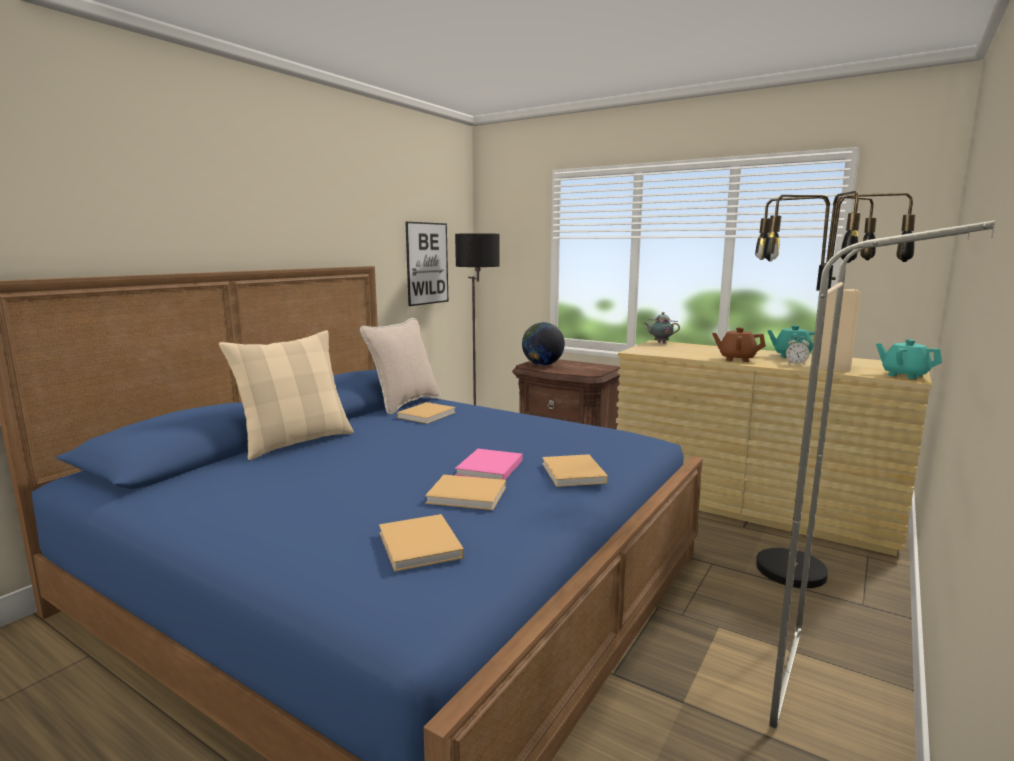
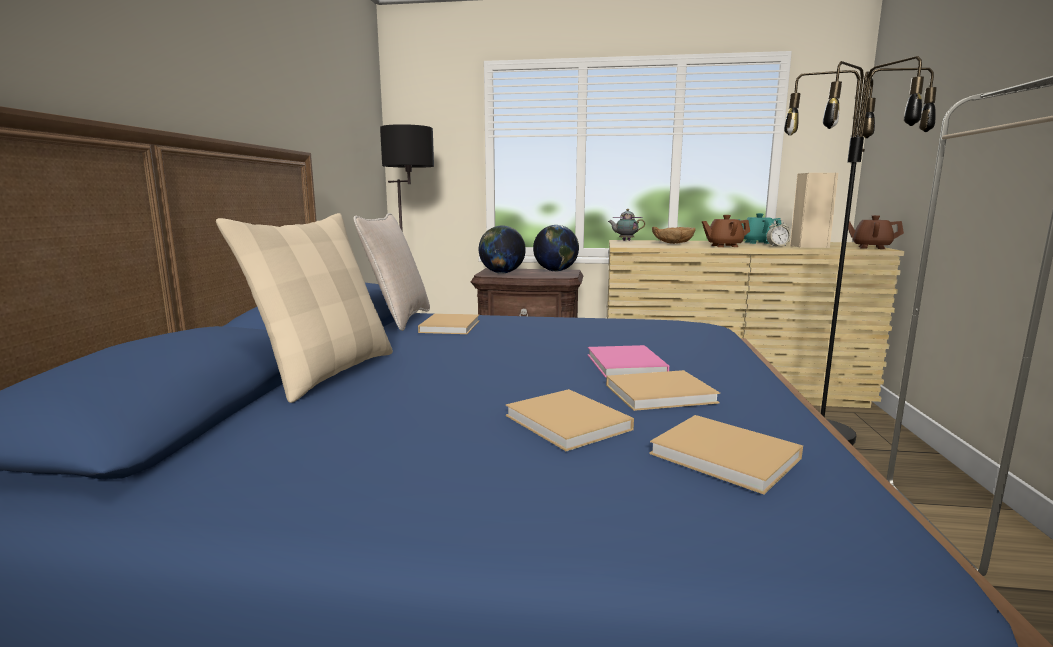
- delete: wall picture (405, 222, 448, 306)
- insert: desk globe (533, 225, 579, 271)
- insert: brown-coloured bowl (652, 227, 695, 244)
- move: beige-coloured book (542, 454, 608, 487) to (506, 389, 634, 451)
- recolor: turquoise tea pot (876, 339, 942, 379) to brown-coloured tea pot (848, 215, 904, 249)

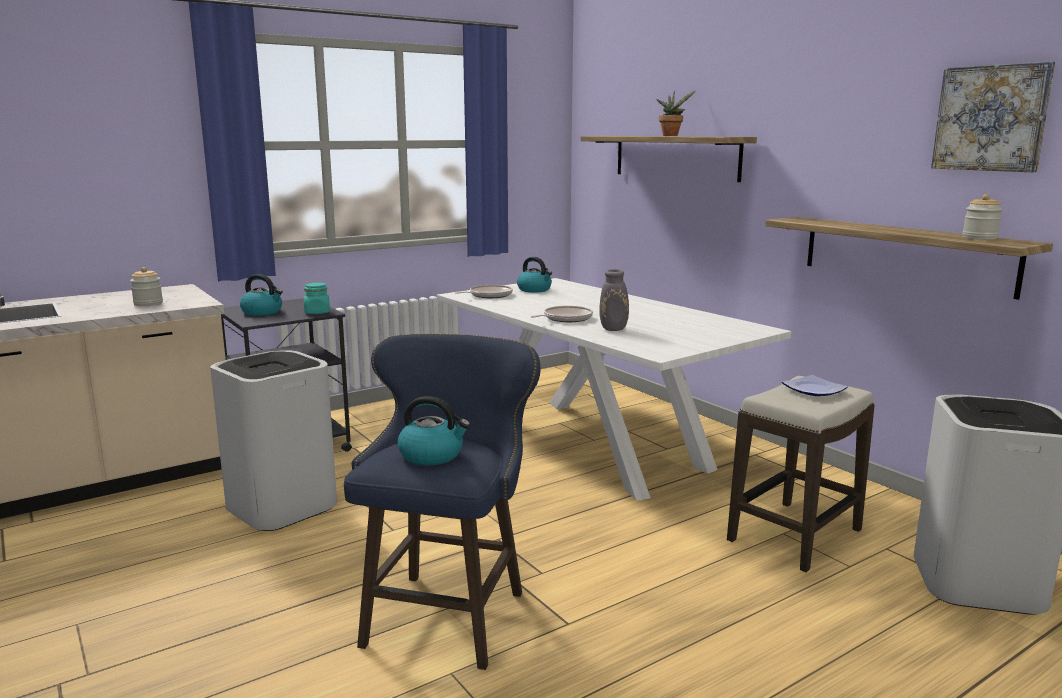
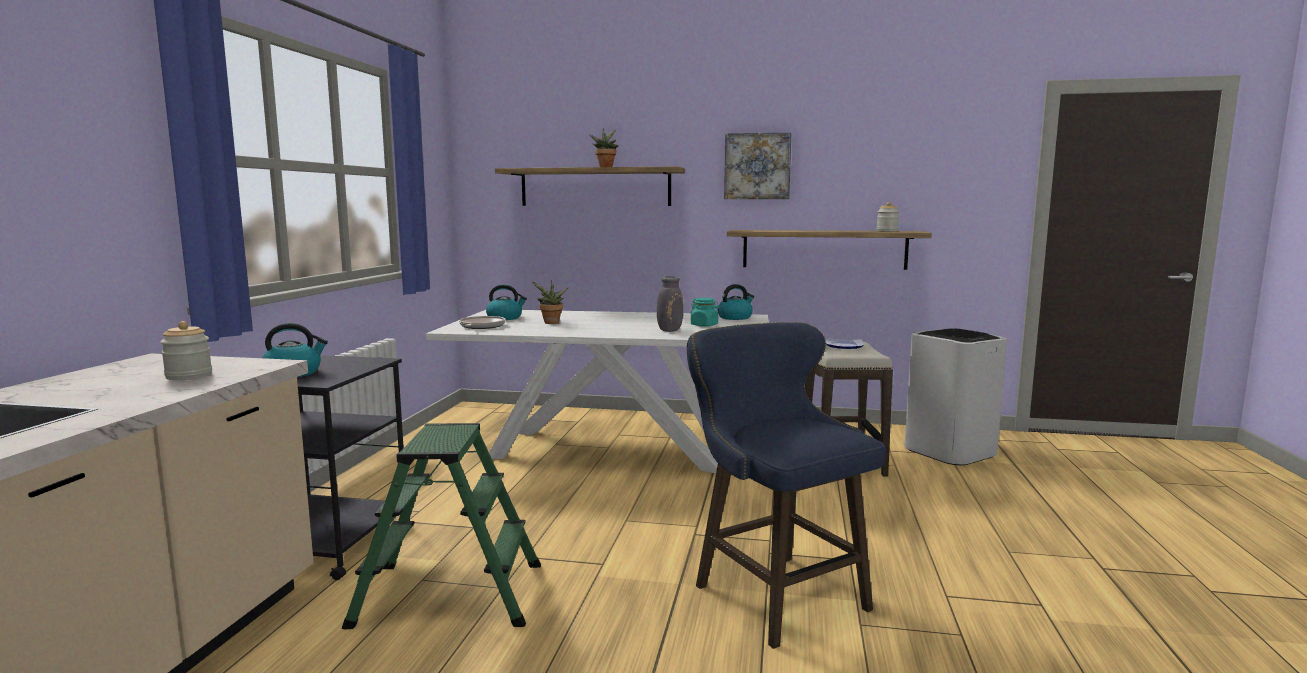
- delete: pan (531, 306, 593, 322)
- insert: houseplant (532, 280, 569, 324)
- move: turquoise storage jar (304, 283, 330, 314) to (690, 298, 719, 327)
- move: kettle (398, 396, 470, 466) to (717, 284, 754, 320)
- move: wall picture (931, 61, 1055, 172) to (724, 132, 792, 199)
- replace: white waste bin (210, 350, 337, 531) to green step ladder (342, 423, 541, 629)

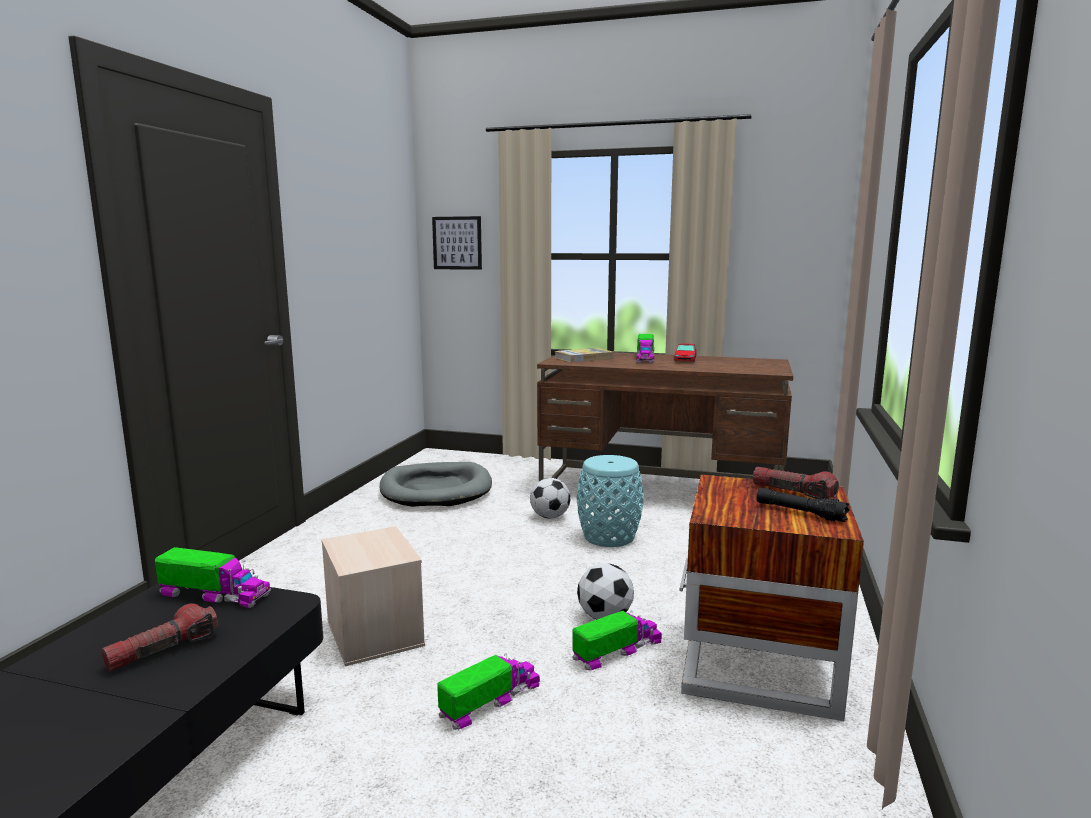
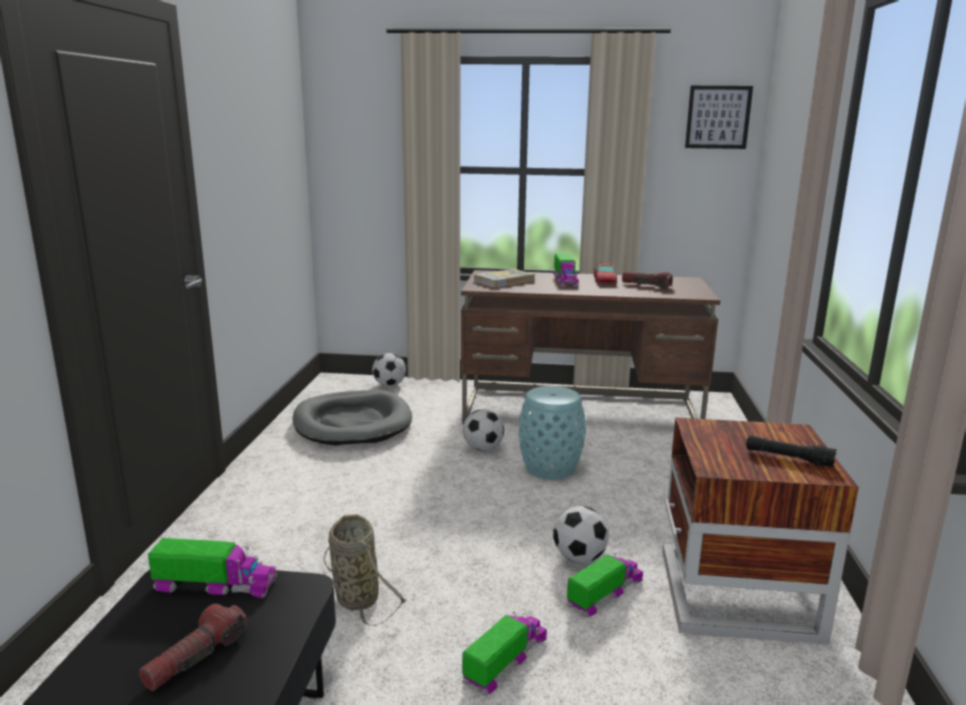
- insert: ball for football (372, 353, 406, 386)
- move: wall picture (432, 216, 482, 270) to (685, 86, 753, 149)
- move: flashlight (753, 467, 839, 499) to (622, 271, 673, 288)
- replace: beige-coloured storage box (321, 526, 425, 666) to household basket (324, 514, 406, 626)

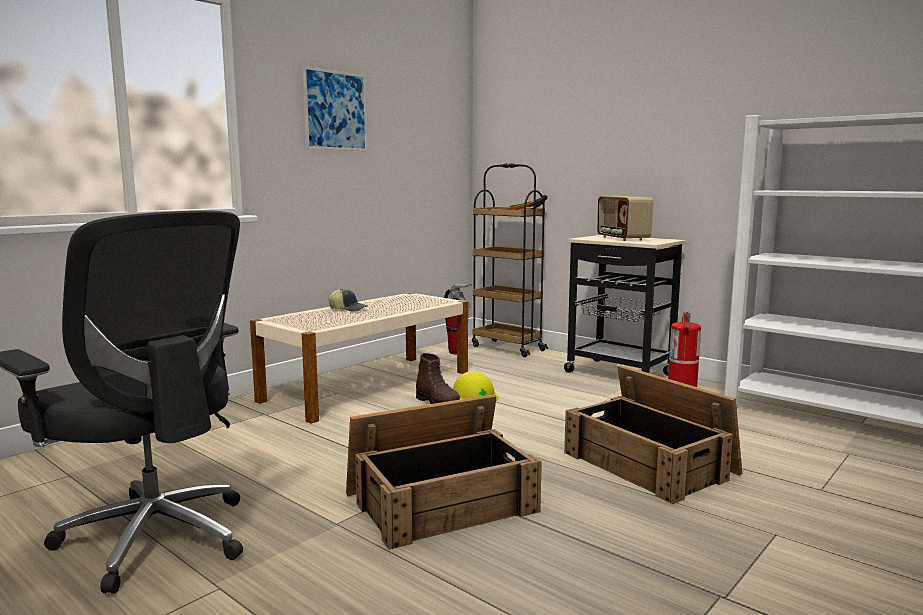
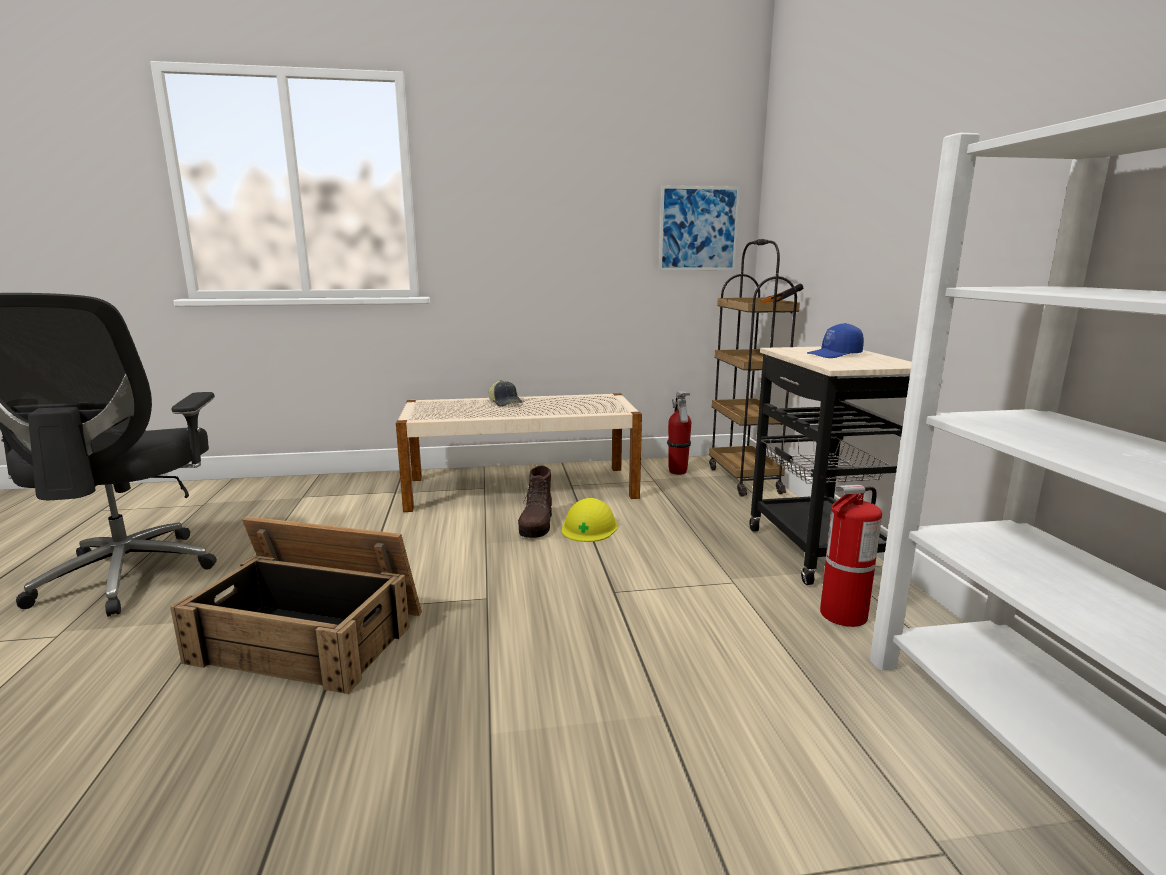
- delete: crate (564, 365, 742, 504)
- move: wall picture (303, 66, 367, 151) to (659, 186, 740, 271)
- replace: radio receiver (597, 196, 654, 241) to blue-coloured baseball cap (807, 323, 864, 358)

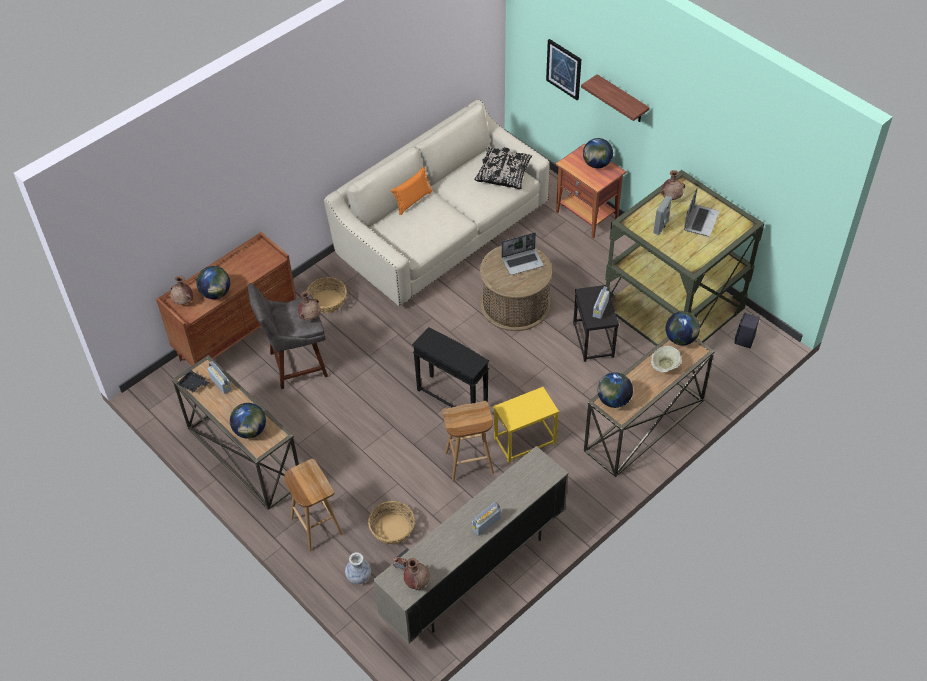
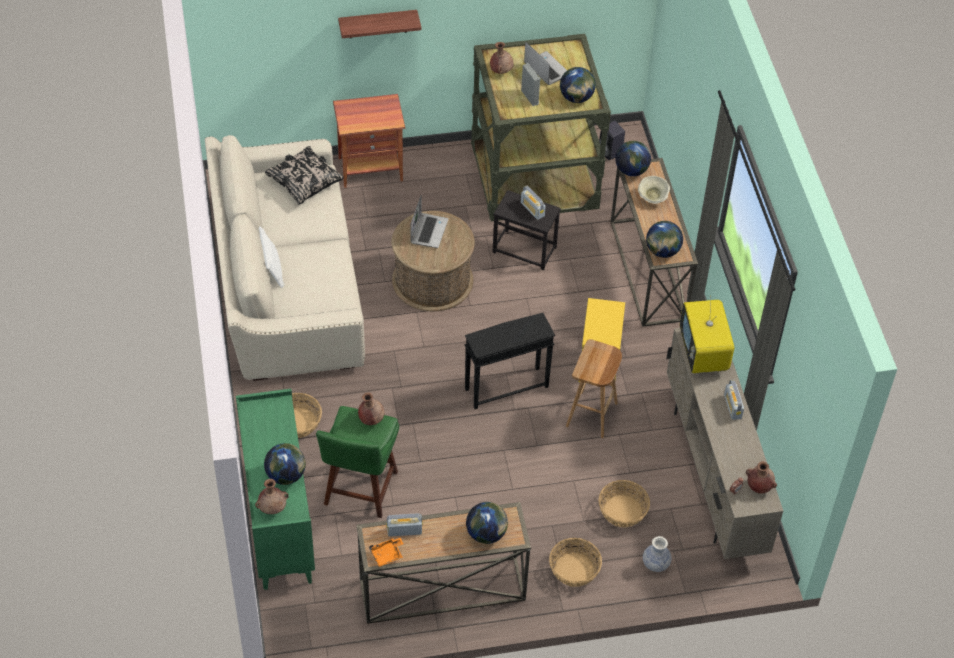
- delete: wall picture (546, 39, 581, 100)
- insert: TV set (680, 296, 734, 373)
- move: desk globe (583, 138, 613, 168) to (560, 67, 596, 103)
- replace: brown-coloured sitting stool (284, 459, 343, 551) to household basket (549, 538, 602, 587)
- recolor: brown-coloured cupboard (156, 232, 297, 366) to green cupboard (236, 389, 315, 590)
- recolor: blackish carrying tray (177, 369, 209, 392) to orange-coloured carrying tray (369, 538, 403, 567)
- recolor: grey sitting stool (248, 283, 328, 389) to green sitting stool (316, 406, 399, 518)
- recolor: orange-coloured pillow (391, 167, 432, 215) to white pillow (259, 226, 284, 288)

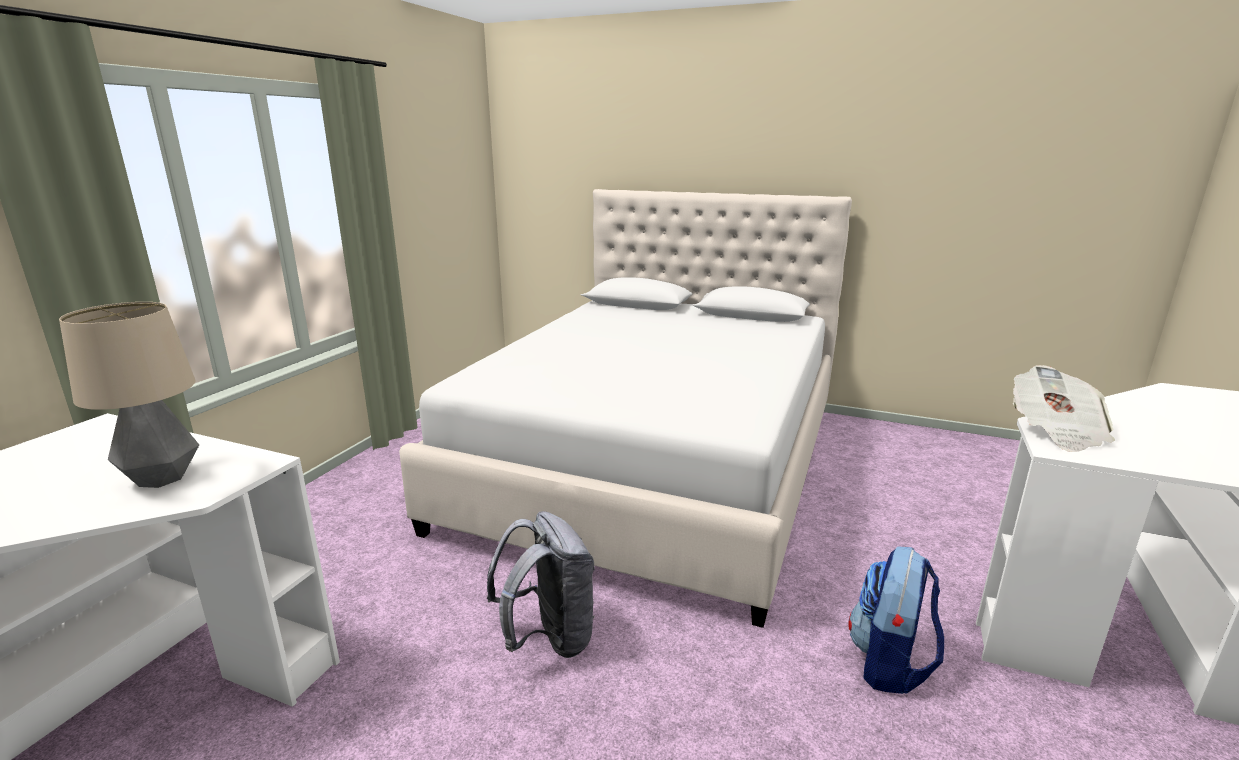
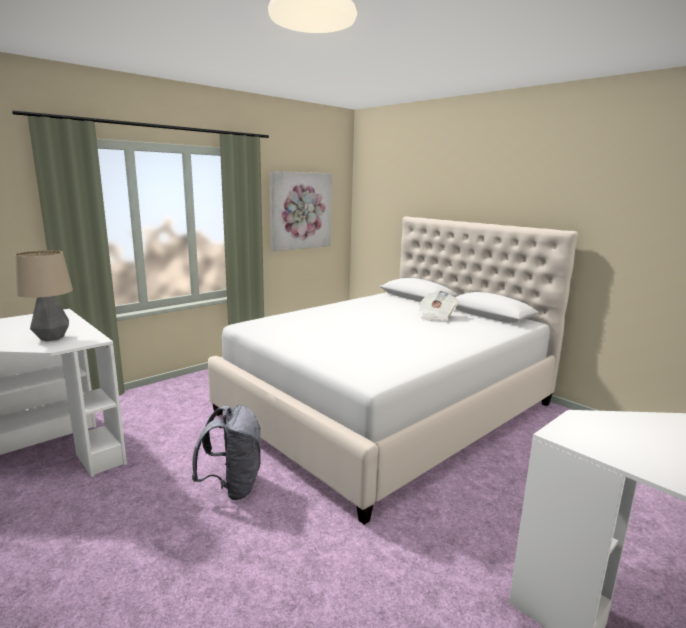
- delete: backpack (848, 546, 944, 694)
- insert: wall picture (270, 171, 332, 252)
- move: printed paper (1013, 365, 1115, 452) to (419, 291, 458, 321)

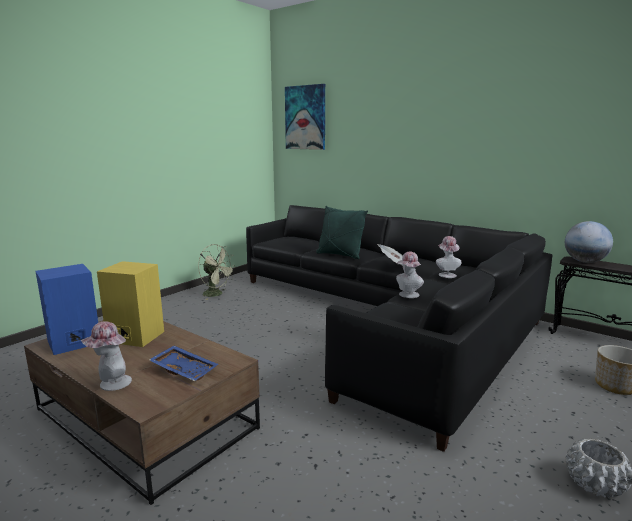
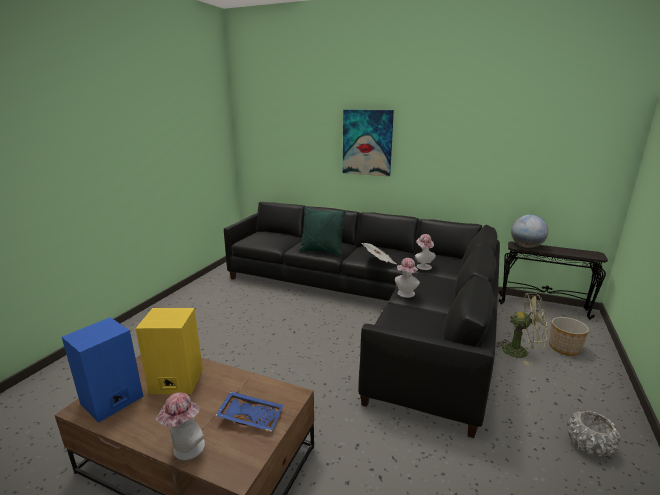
- move: green fan (198, 244, 236, 300) to (497, 293, 547, 365)
- move: wall picture (285, 84, 325, 150) to (343, 110, 394, 176)

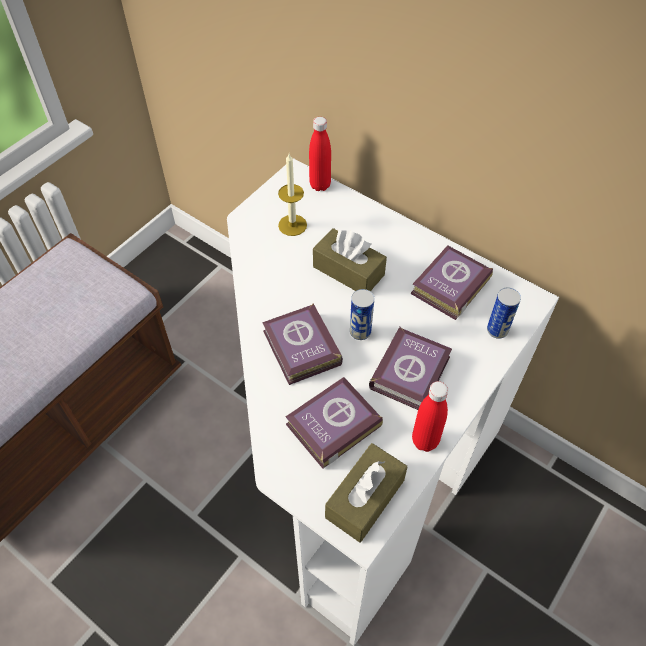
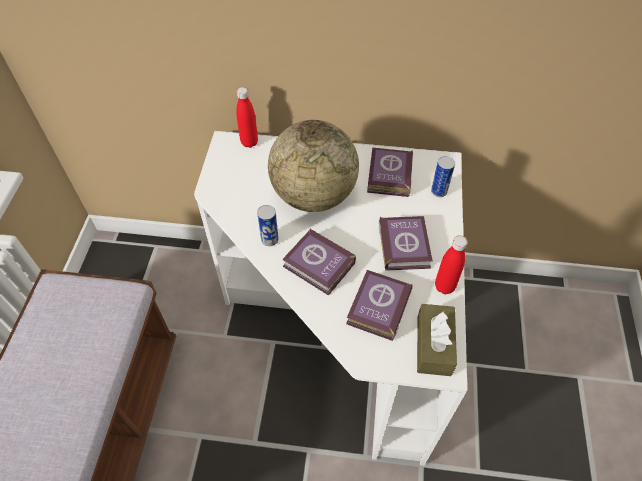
- delete: wax candle (278, 154, 307, 236)
- move: can (350, 289, 374, 340) to (257, 205, 279, 246)
- replace: brown-coloured tissue box (313, 228, 387, 291) to desk globe (268, 120, 359, 212)

